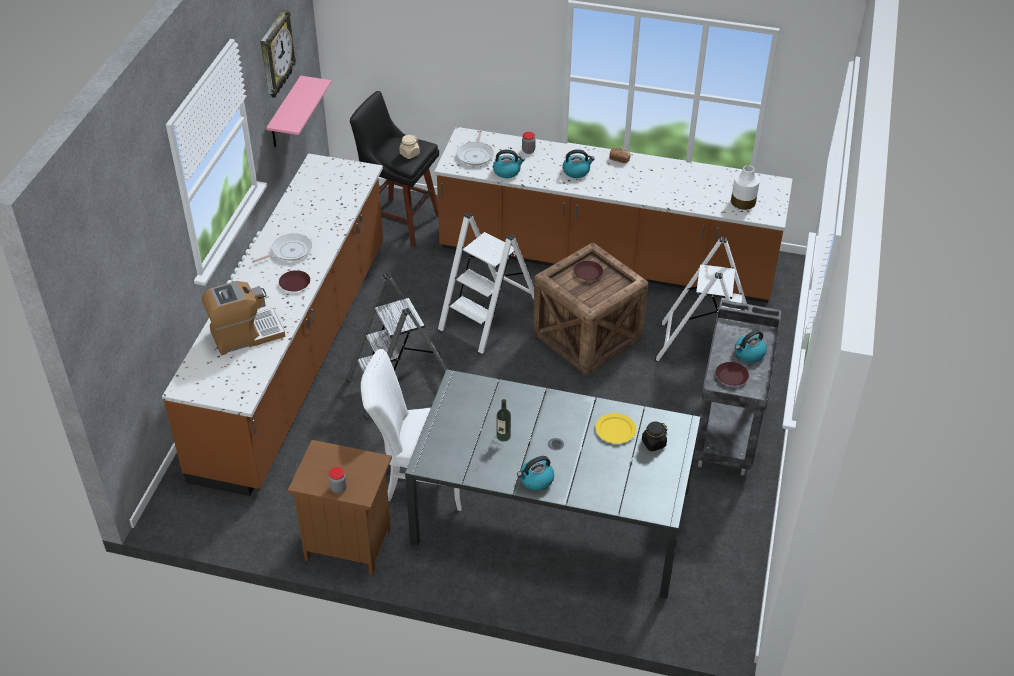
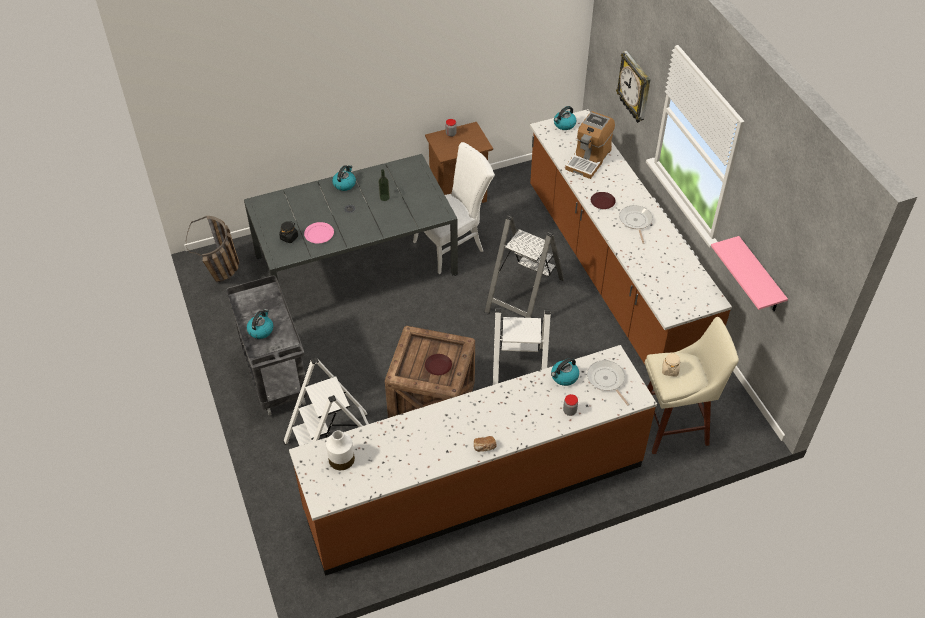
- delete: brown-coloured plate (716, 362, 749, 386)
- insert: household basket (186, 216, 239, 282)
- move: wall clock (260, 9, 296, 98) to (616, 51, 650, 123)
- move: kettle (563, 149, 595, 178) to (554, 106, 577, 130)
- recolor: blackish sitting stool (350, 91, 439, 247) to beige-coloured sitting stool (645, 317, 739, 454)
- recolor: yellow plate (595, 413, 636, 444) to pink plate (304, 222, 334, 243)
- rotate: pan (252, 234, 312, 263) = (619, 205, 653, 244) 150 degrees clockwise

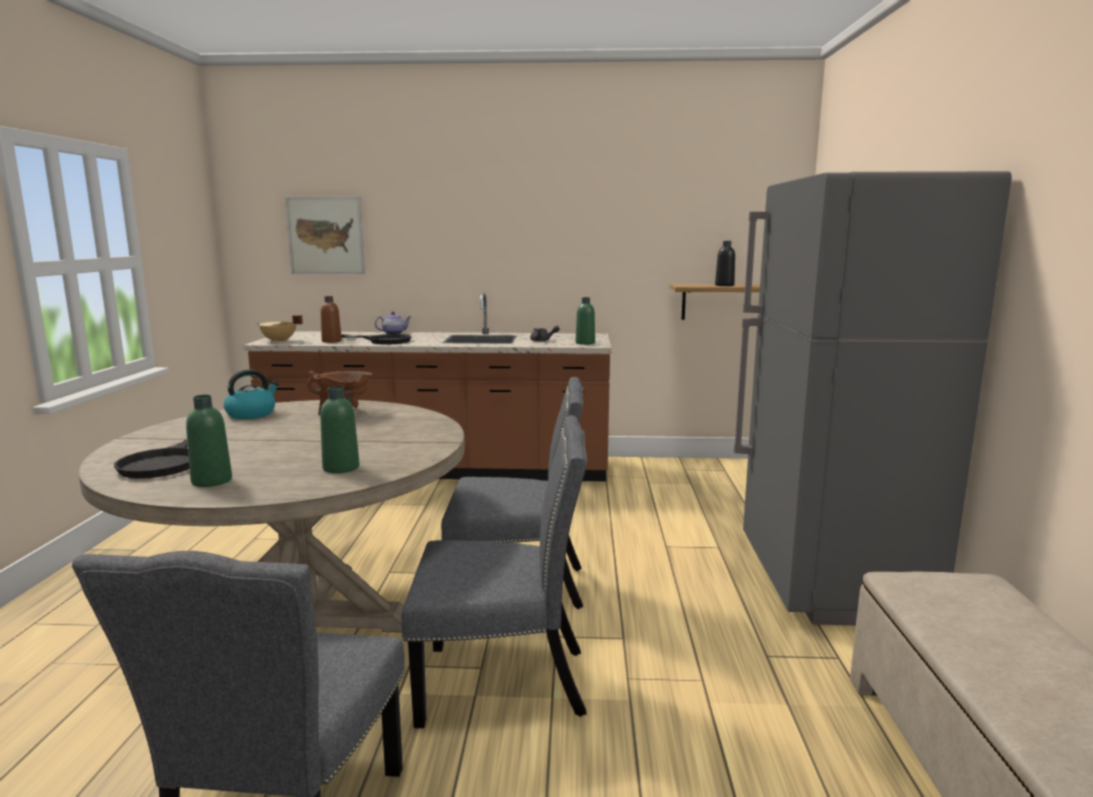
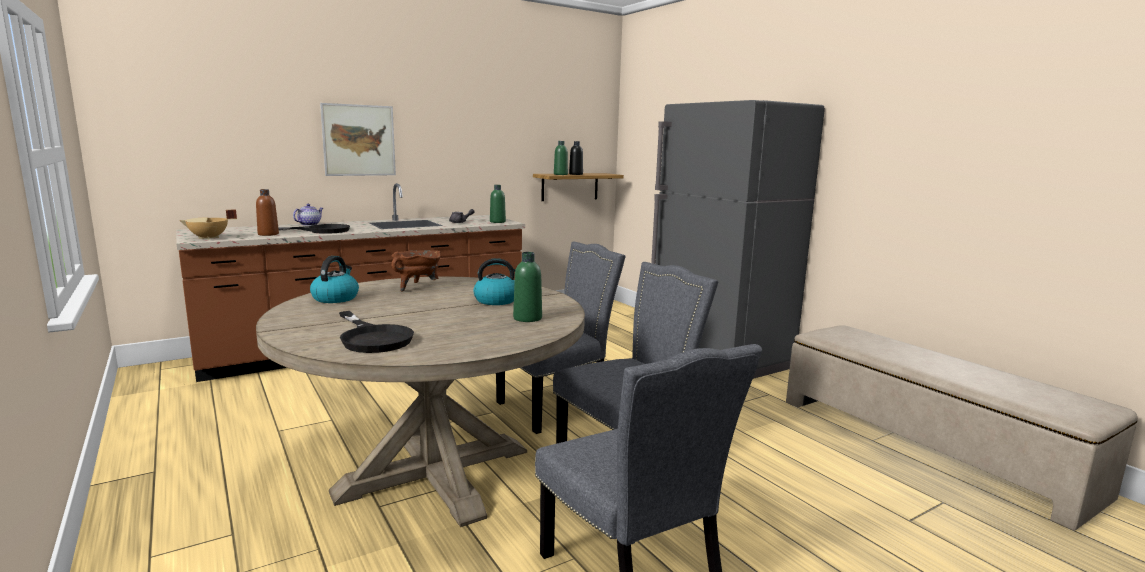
- insert: kettle (473, 258, 515, 305)
- move: green beverage bottle (186, 395, 232, 487) to (554, 141, 568, 175)
- move: wall picture (285, 197, 365, 274) to (320, 103, 396, 176)

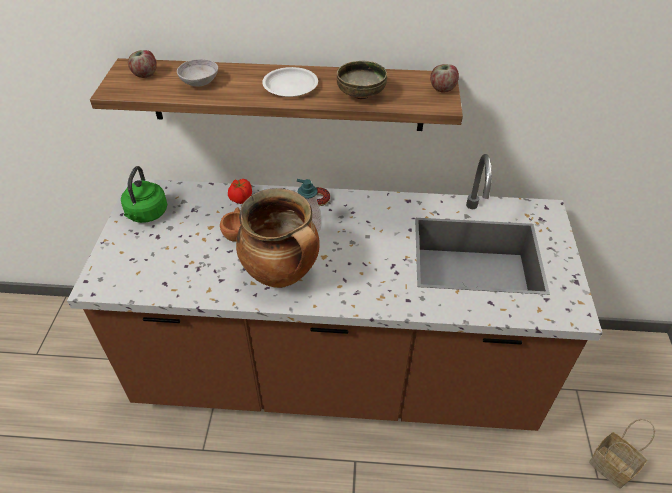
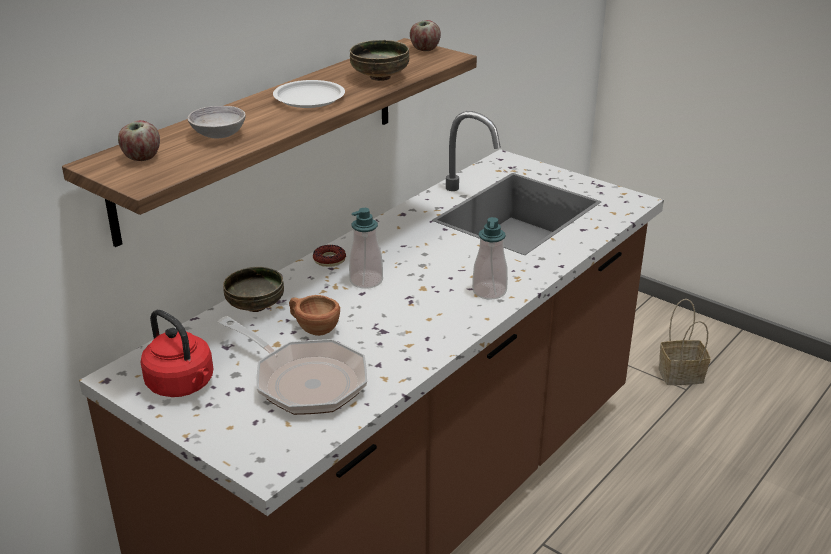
- delete: cooking pot (236, 188, 320, 288)
- insert: pan (217, 316, 367, 415)
- insert: soap bottle (472, 217, 508, 300)
- replace: whole tomato (228, 179, 252, 204) to bowl (223, 267, 284, 312)
- recolor: green kettle (121, 166, 167, 223) to reddish kettle (140, 310, 213, 397)

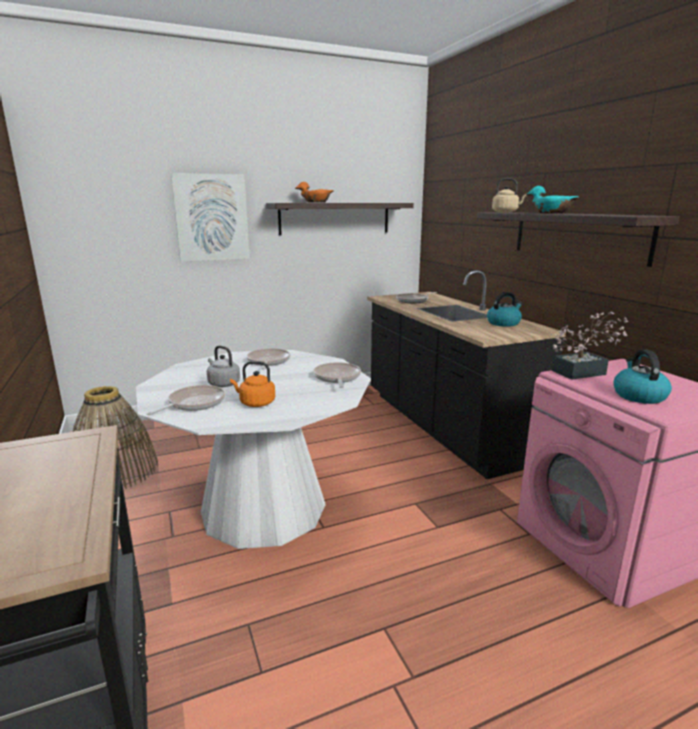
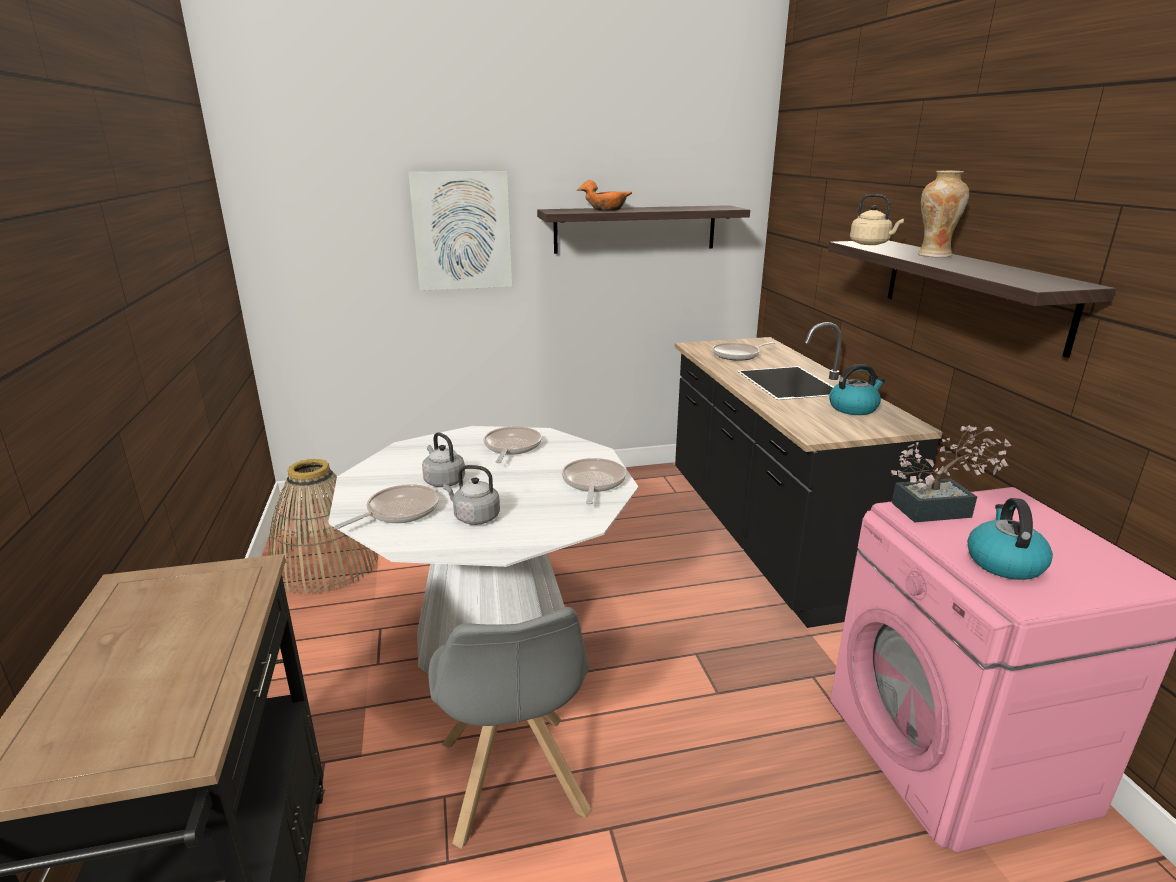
- insert: grey plain chair (428, 607, 592, 849)
- replace: turquoise bowl (526, 186, 579, 213) to decorative vase (918, 171, 969, 257)
- recolor: orange-coloured kettle (230, 361, 275, 407) to grey kettle (443, 465, 500, 525)

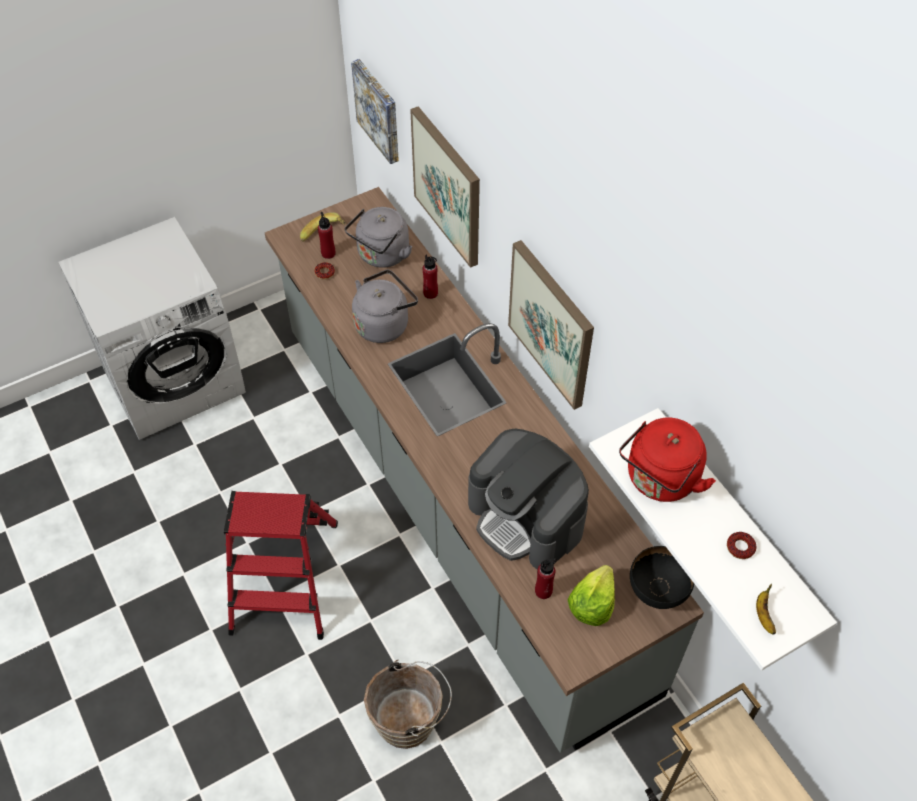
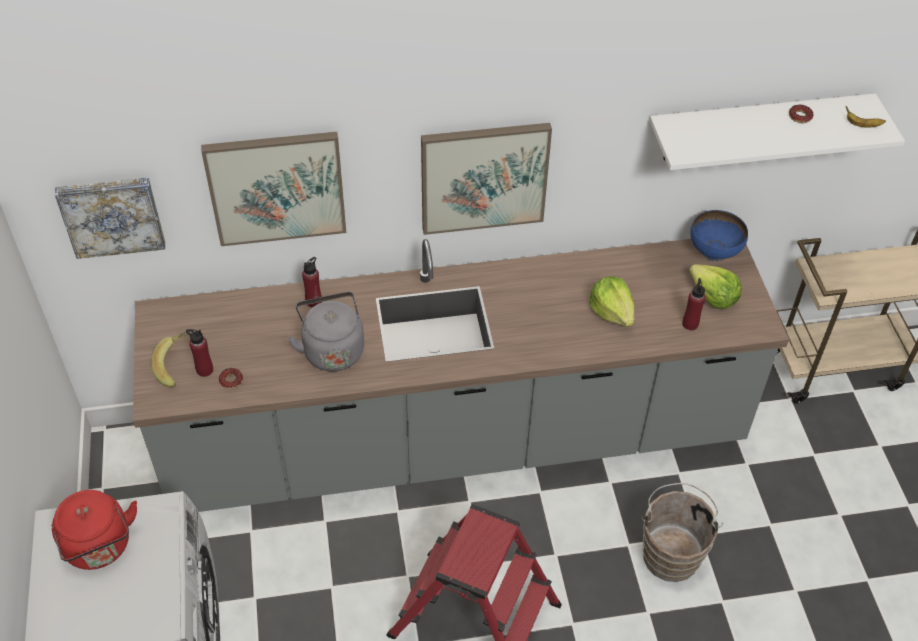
- delete: grey kettle (345, 207, 412, 268)
- move: reddish kettle (619, 417, 716, 502) to (51, 490, 137, 570)
- replace: coffee machine (468, 429, 589, 569) to lettuce (589, 276, 635, 327)
- recolor: blackish bowl (630, 546, 694, 609) to blue-coloured bowl (690, 210, 748, 262)

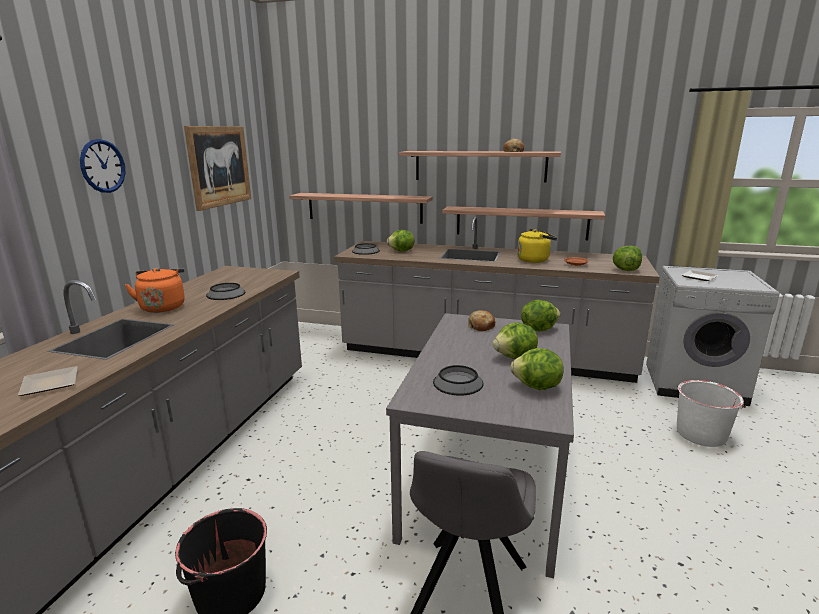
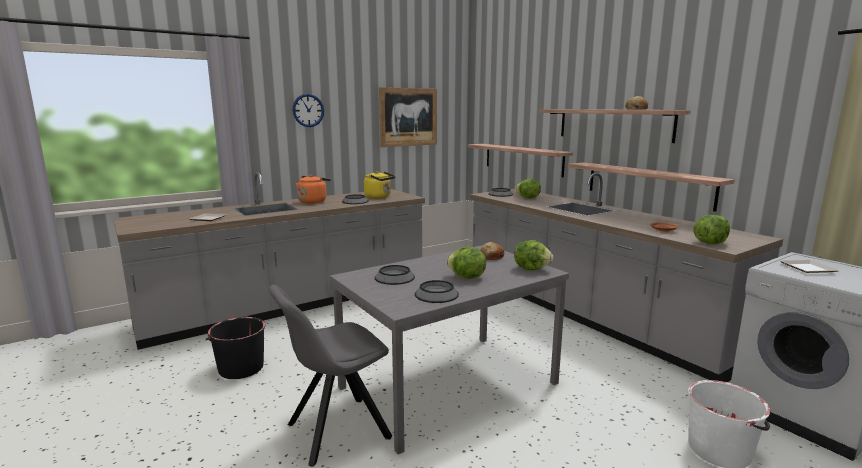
- move: yellow kettle (517, 229, 557, 263) to (364, 171, 396, 198)
- replace: lettuce (510, 348, 564, 390) to bowl (415, 280, 459, 303)

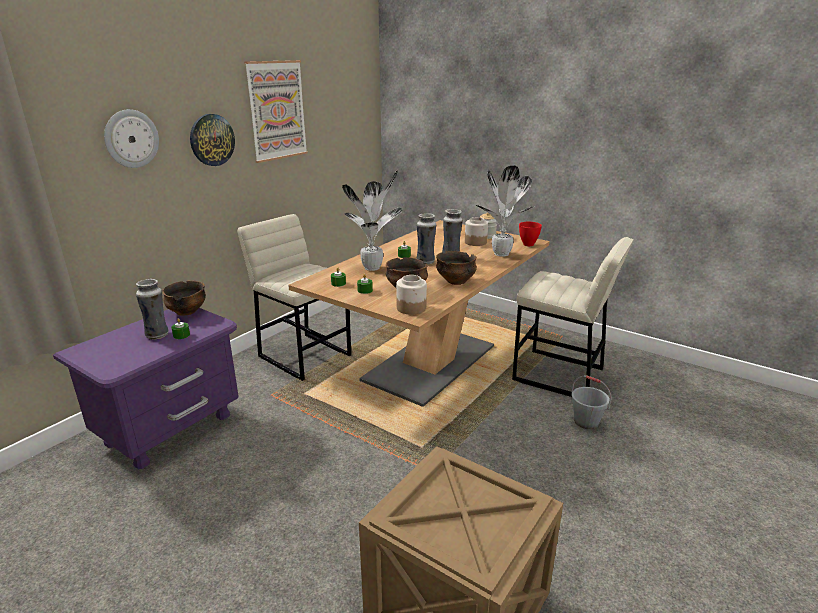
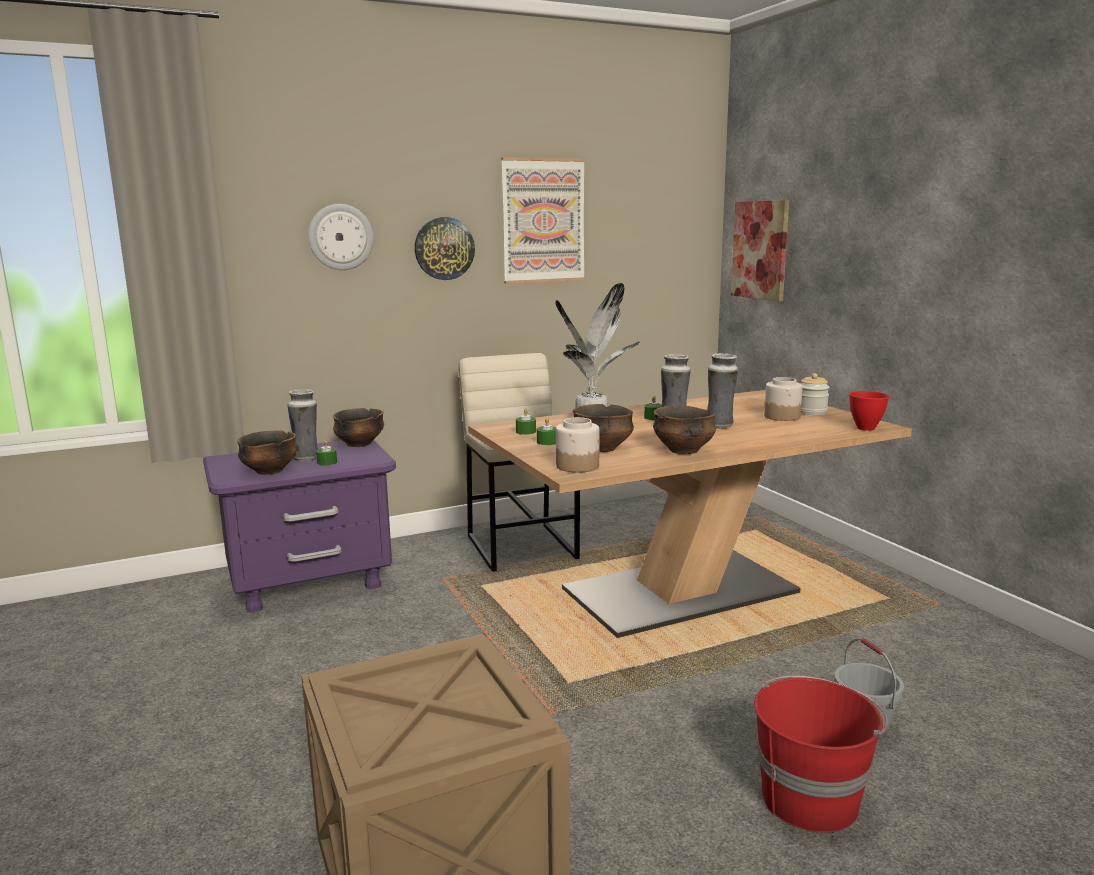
- delete: houseplant (476, 166, 534, 256)
- delete: beige-coloured plain chair (512, 237, 634, 397)
- insert: bowl (237, 431, 297, 475)
- insert: wall picture (731, 200, 789, 301)
- insert: reddish bucket (754, 676, 888, 833)

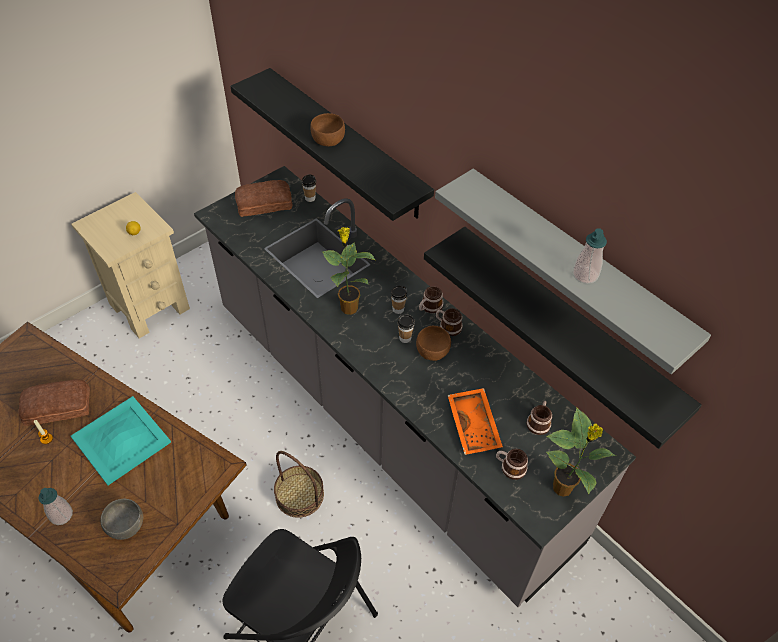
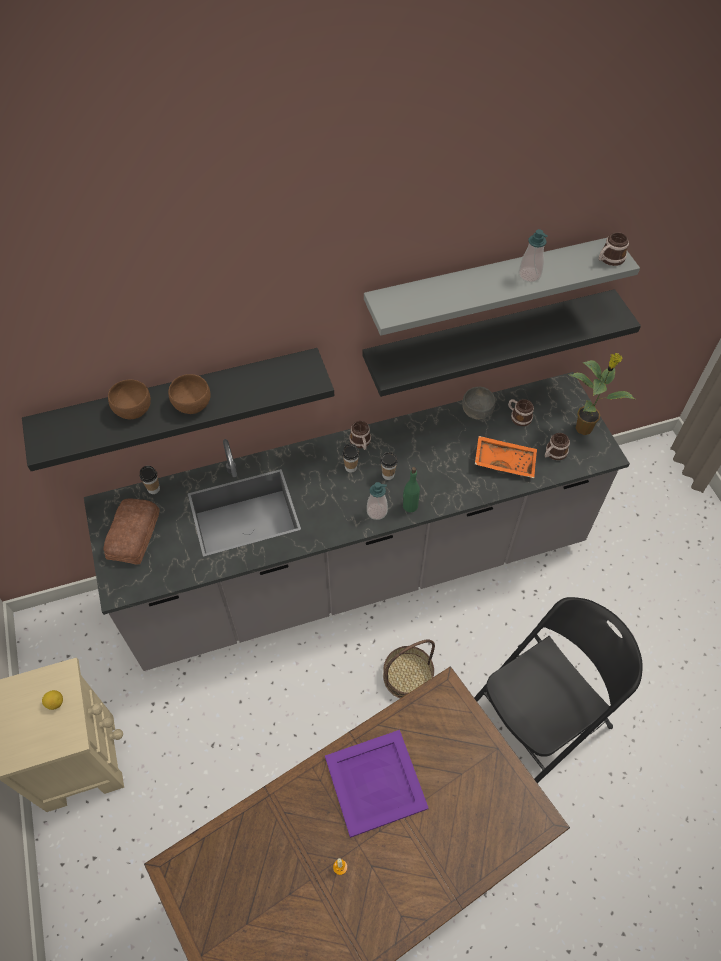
- delete: baked bread (19, 379, 90, 426)
- delete: houseplant (322, 227, 375, 315)
- insert: green beverage bottle (403, 467, 420, 512)
- move: soap bottle (38, 488, 73, 525) to (367, 482, 388, 520)
- move: grey bowl (100, 499, 143, 540) to (462, 387, 496, 420)
- move: brown-coloured bowl (416, 326, 451, 361) to (108, 379, 151, 419)
- move: tea mug (436, 308, 463, 336) to (599, 232, 629, 266)
- recolor: turquoise carrying tray (71, 396, 171, 485) to purplish carrying tray (325, 730, 429, 838)

